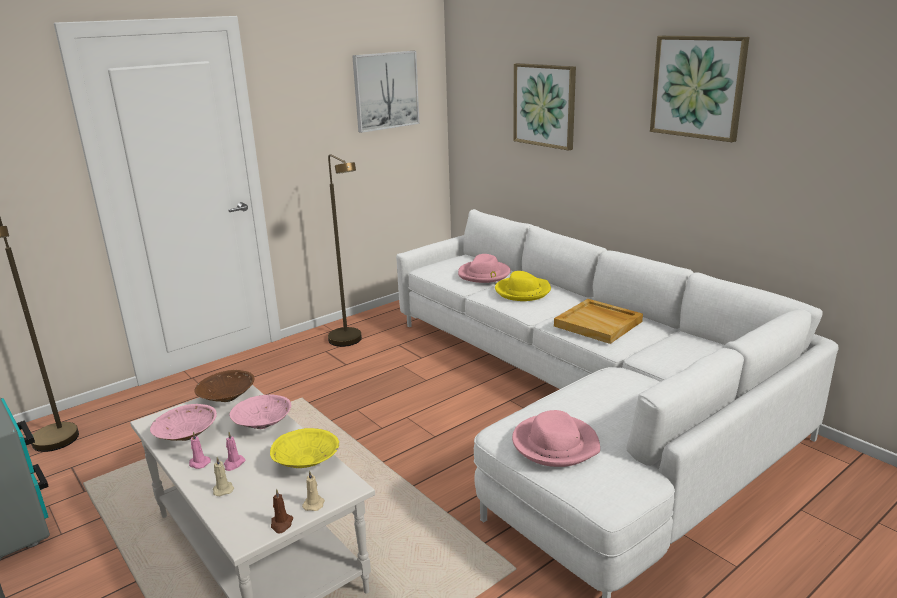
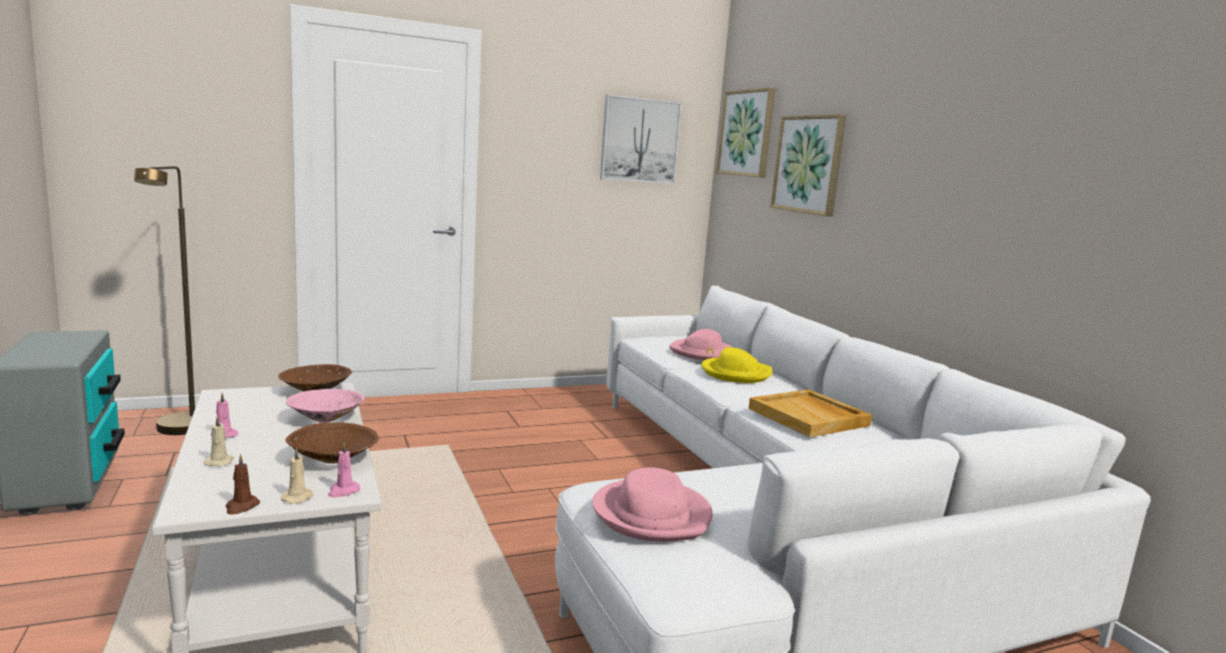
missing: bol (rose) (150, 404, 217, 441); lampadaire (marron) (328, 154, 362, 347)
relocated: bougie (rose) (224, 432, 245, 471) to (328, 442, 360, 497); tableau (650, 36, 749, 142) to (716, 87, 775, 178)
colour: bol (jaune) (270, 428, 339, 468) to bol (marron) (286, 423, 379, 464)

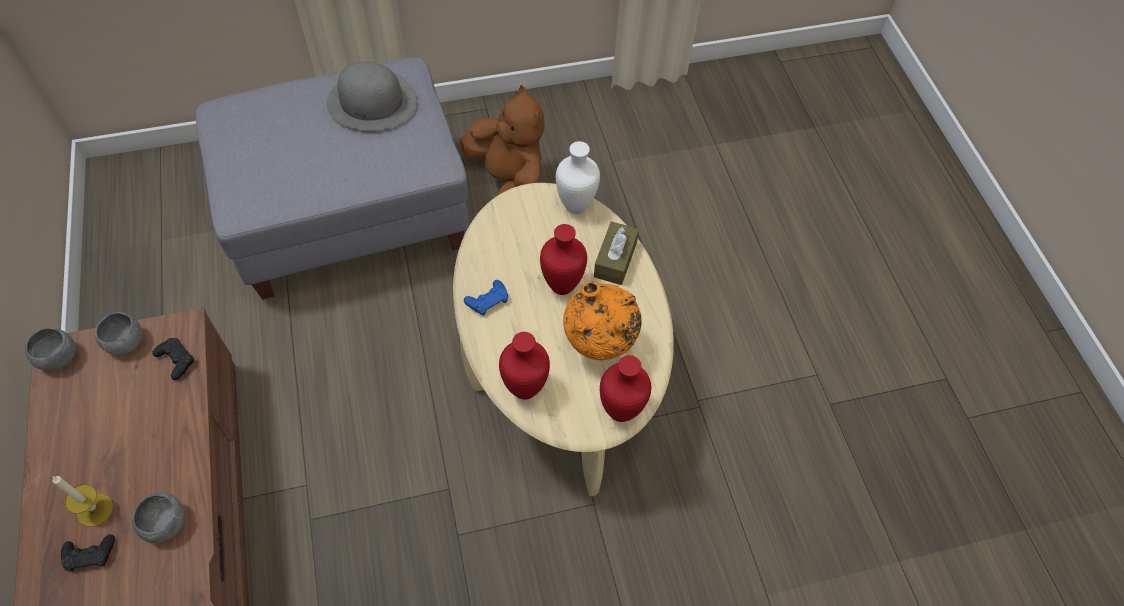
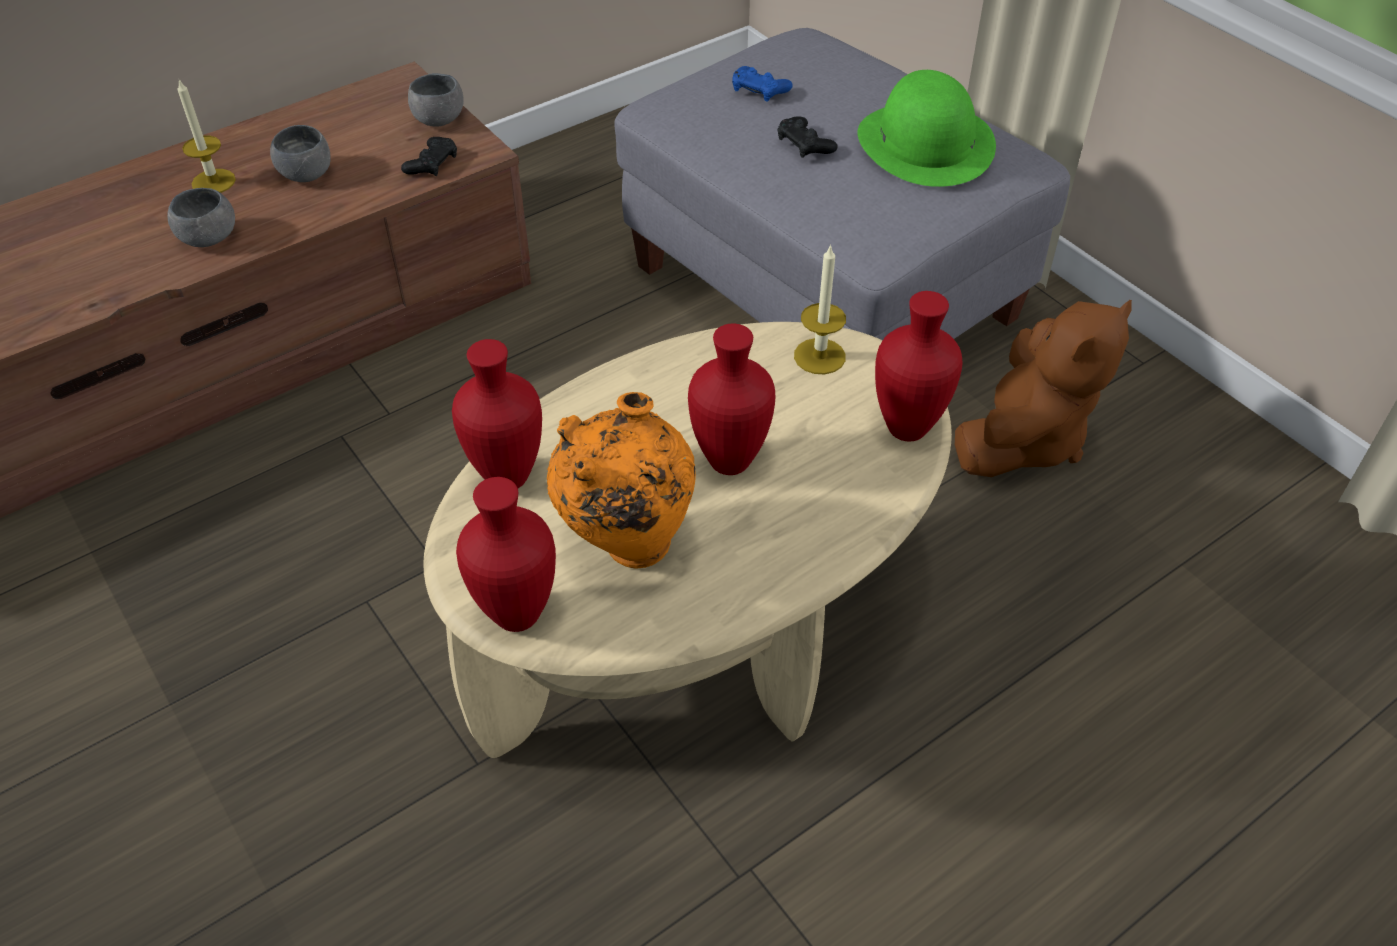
missing: boîte à mouchoirs (marron) (594, 221, 639, 285)
appeared: bougie (794, 244, 846, 374)
relocated: bol (gris) (25, 328, 76, 371) to (270, 125, 331, 182); manette (bleu) (464, 280, 508, 316) to (732, 66, 793, 102); manette (noir) (61, 534, 115, 572) to (778, 116, 838, 158)
colour: chapeau (gris) (327, 61, 417, 130) to chapeau (vert) (858, 70, 996, 187); vase (blanc) (556, 141, 600, 214) to vase (rouge) (875, 291, 963, 442)

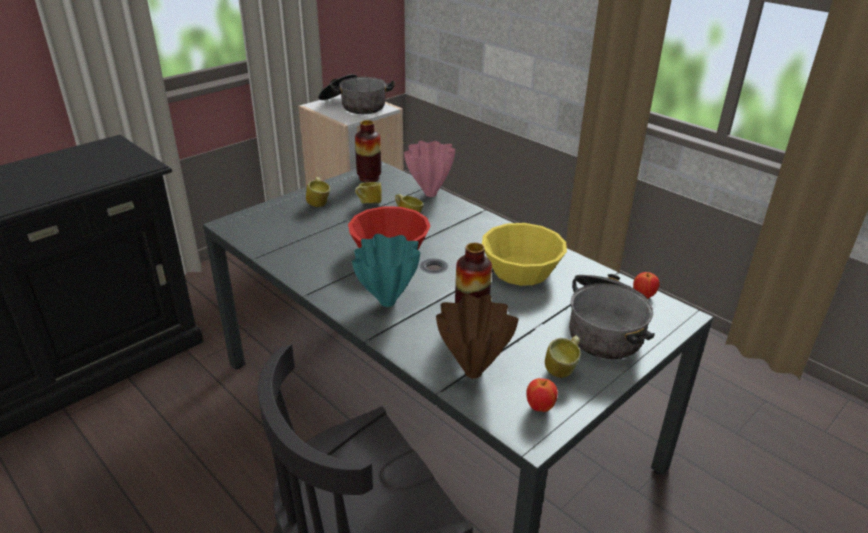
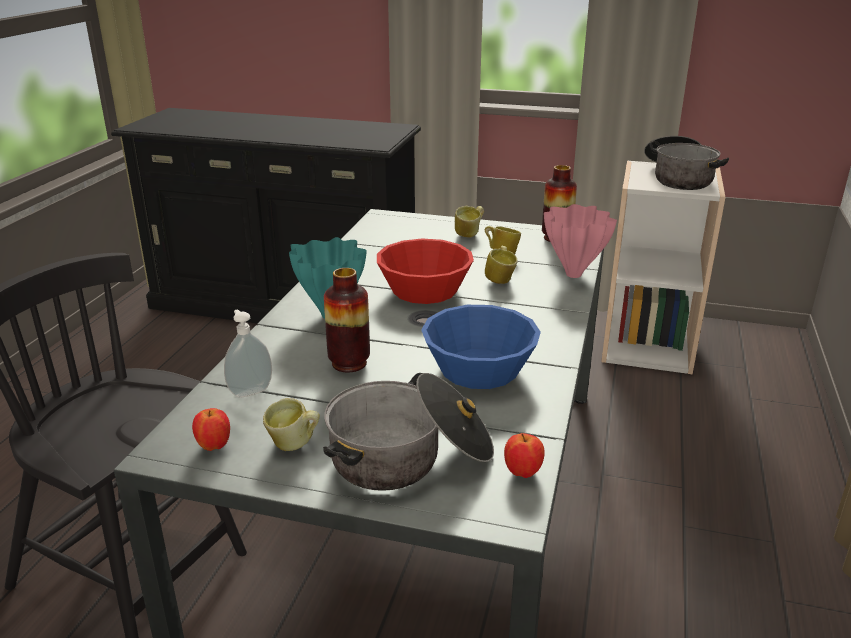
exchanged: vase (marron) (436, 294, 519, 378) to distributeur de savon (224, 309, 272, 398)
colour: bol (jaune) (482, 223, 567, 286) to bol (bleu) (421, 305, 541, 389)

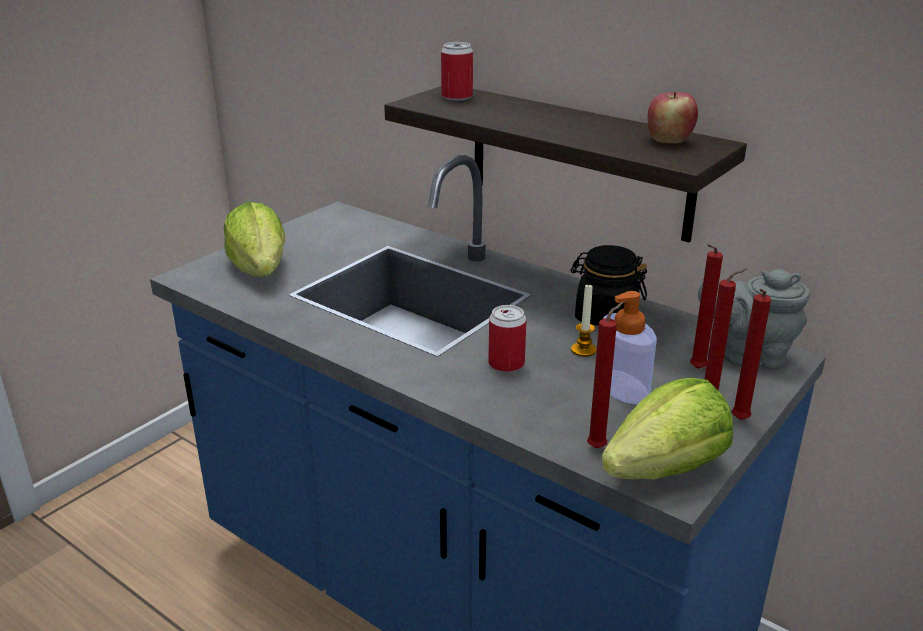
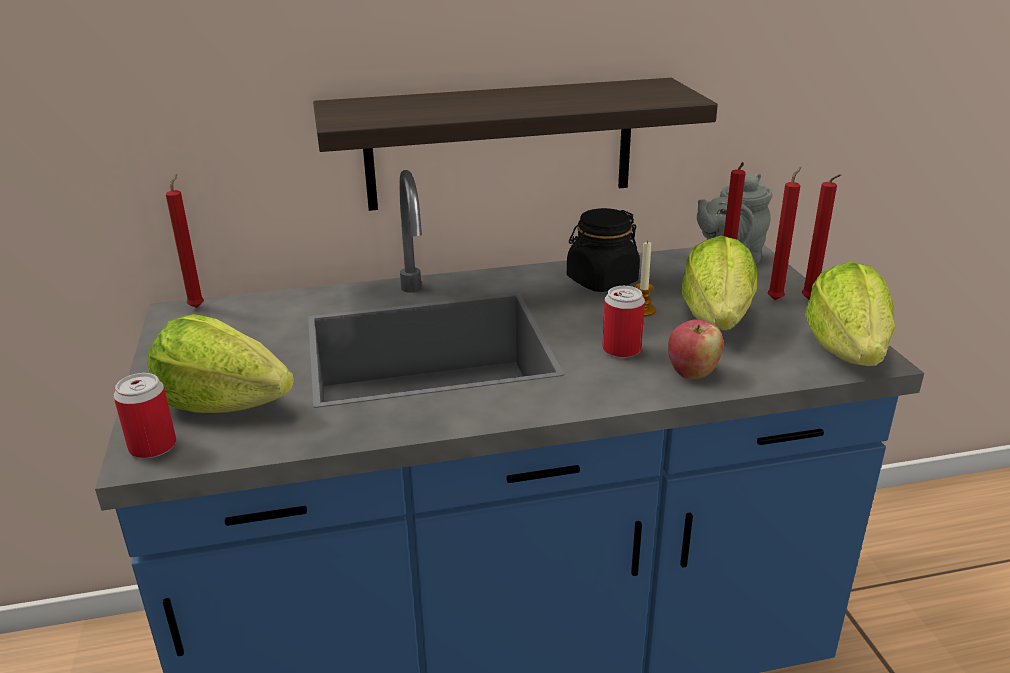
relocated: boîte métallique (441, 42, 473, 101) to (114, 373, 176, 458); bougie (rouge) (587, 302, 623, 448) to (166, 174, 204, 308); pomme (648, 92, 698, 143) to (668, 319, 723, 380)
exchanged: distributeur de savon (603, 291, 657, 404) to laitue (681, 236, 758, 330)

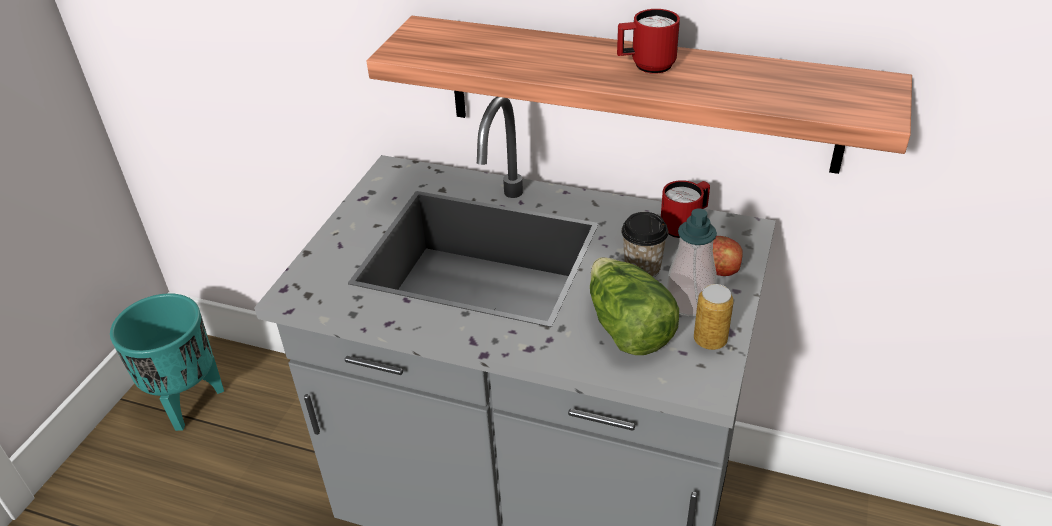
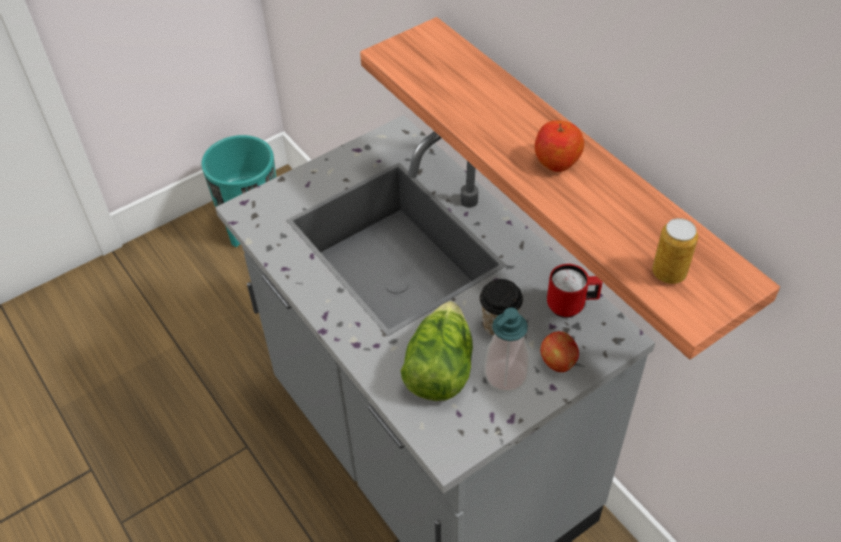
relocated: boîte métallique (694, 284, 734, 350) to (652, 218, 698, 284)
exchanged: mug (rouge) (617, 9, 680, 74) to pomme (535, 120, 584, 172)

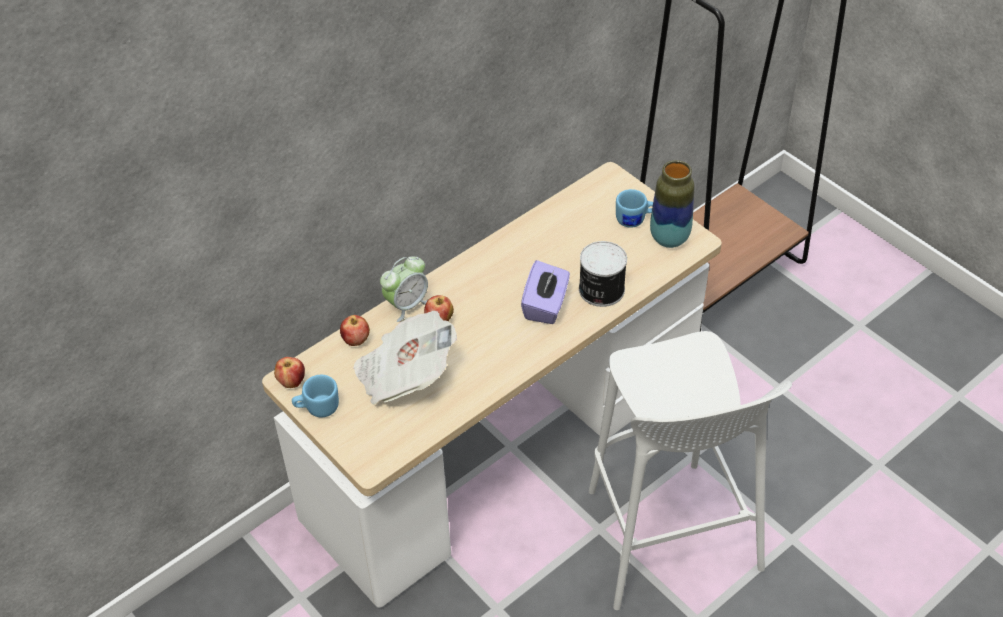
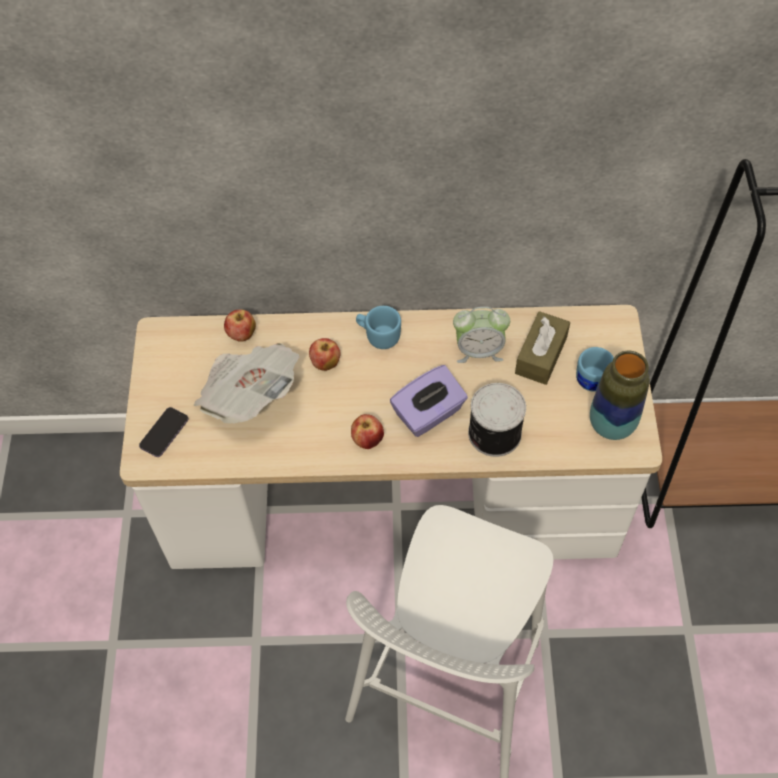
appeared: téléphone (139, 407, 189, 457); boîte à mouchoirs (marron) (515, 311, 570, 385)
relocated: pomme (274, 357, 305, 388) to (351, 414, 384, 449); mug (bleu) (292, 375, 339, 417) to (356, 306, 401, 349); réveil (380, 256, 428, 322) to (453, 307, 510, 363)

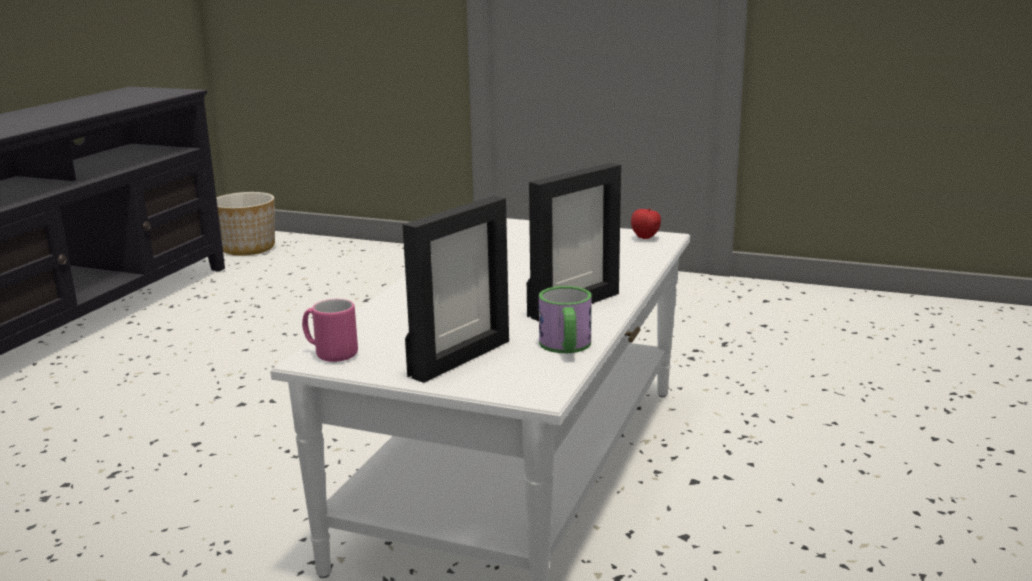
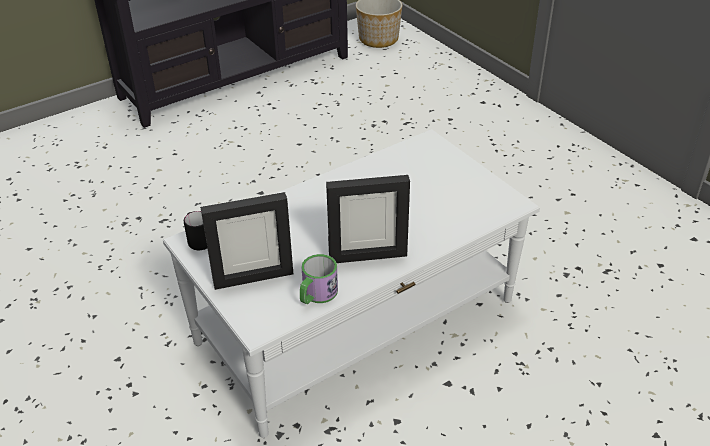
missing: pomme (631, 208, 661, 239)
colour: mug (rose) (302, 299, 358, 362) to mug (noir) (184, 211, 207, 250)

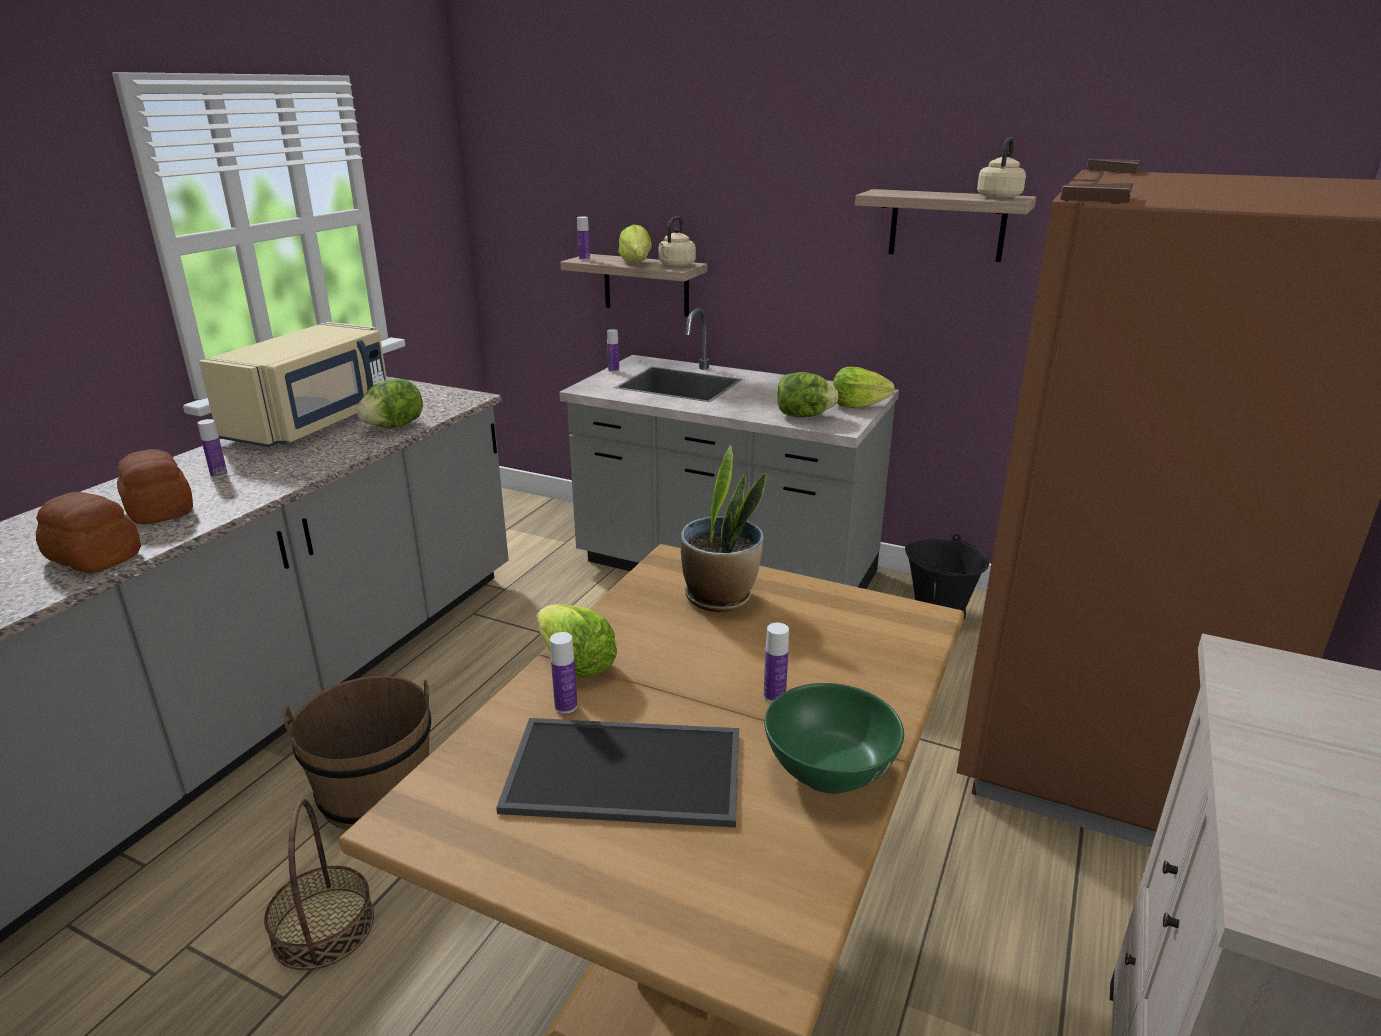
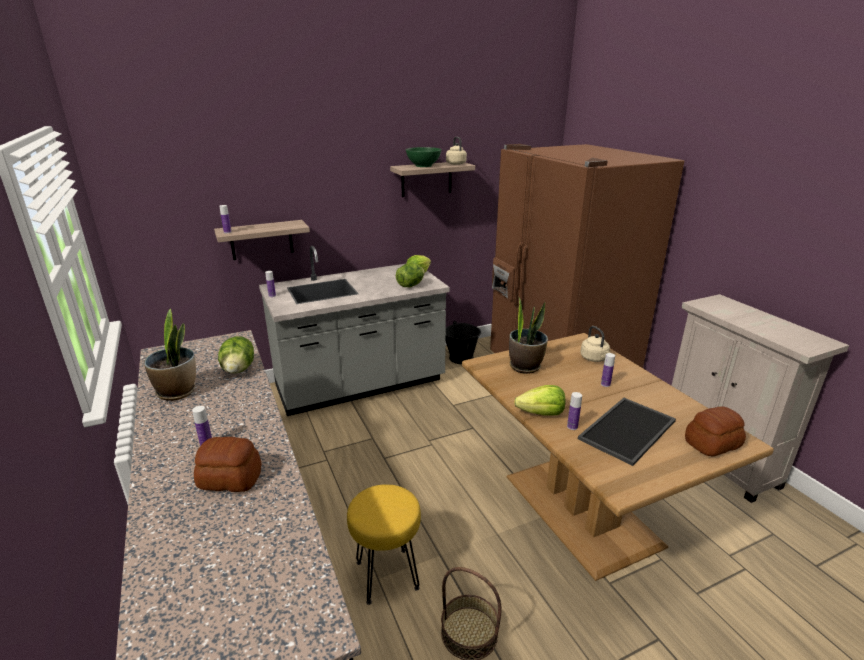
missing: laitue (618, 224, 652, 263)
relocated: bol (vert) (764, 683, 904, 794) to (406, 147, 441, 167); bouilloire (beige) (659, 217, 696, 267) to (580, 326, 610, 362); pain (36, 492, 141, 573) to (685, 407, 746, 457)
exchanged: micro-ondes (beige) (199, 322, 387, 447) to plante en pot (144, 308, 196, 401); seau (marron) (283, 676, 431, 830) to tabouret (jaune) (347, 484, 421, 605)

